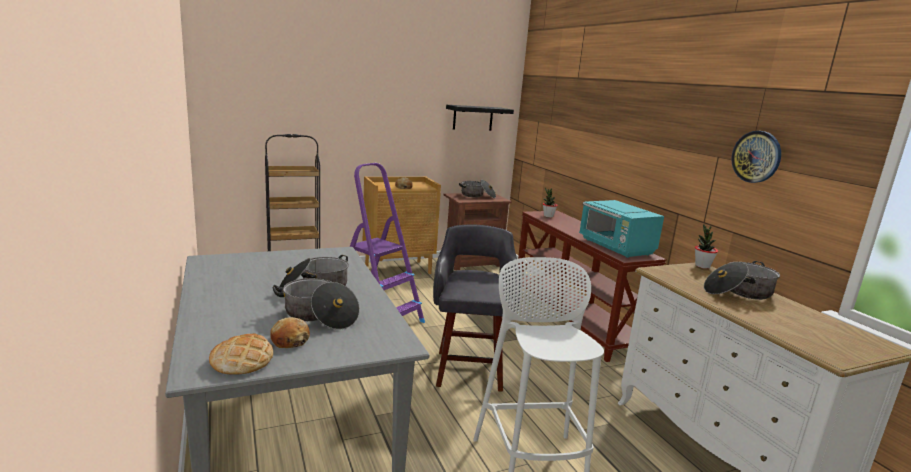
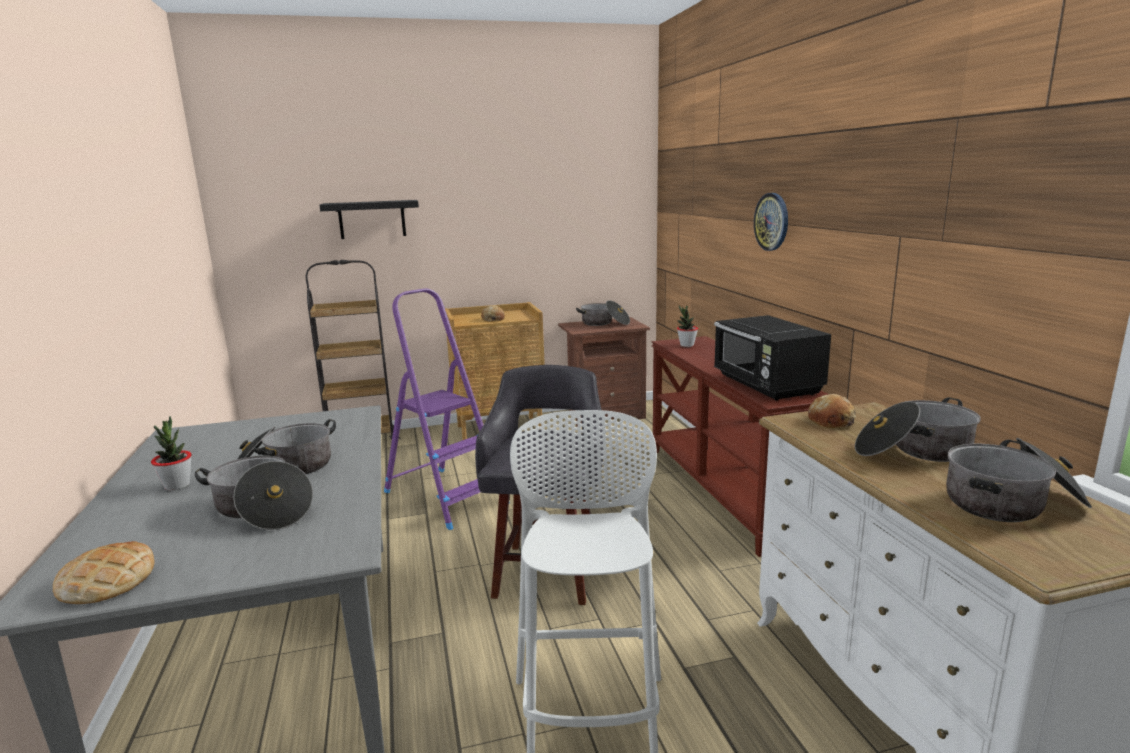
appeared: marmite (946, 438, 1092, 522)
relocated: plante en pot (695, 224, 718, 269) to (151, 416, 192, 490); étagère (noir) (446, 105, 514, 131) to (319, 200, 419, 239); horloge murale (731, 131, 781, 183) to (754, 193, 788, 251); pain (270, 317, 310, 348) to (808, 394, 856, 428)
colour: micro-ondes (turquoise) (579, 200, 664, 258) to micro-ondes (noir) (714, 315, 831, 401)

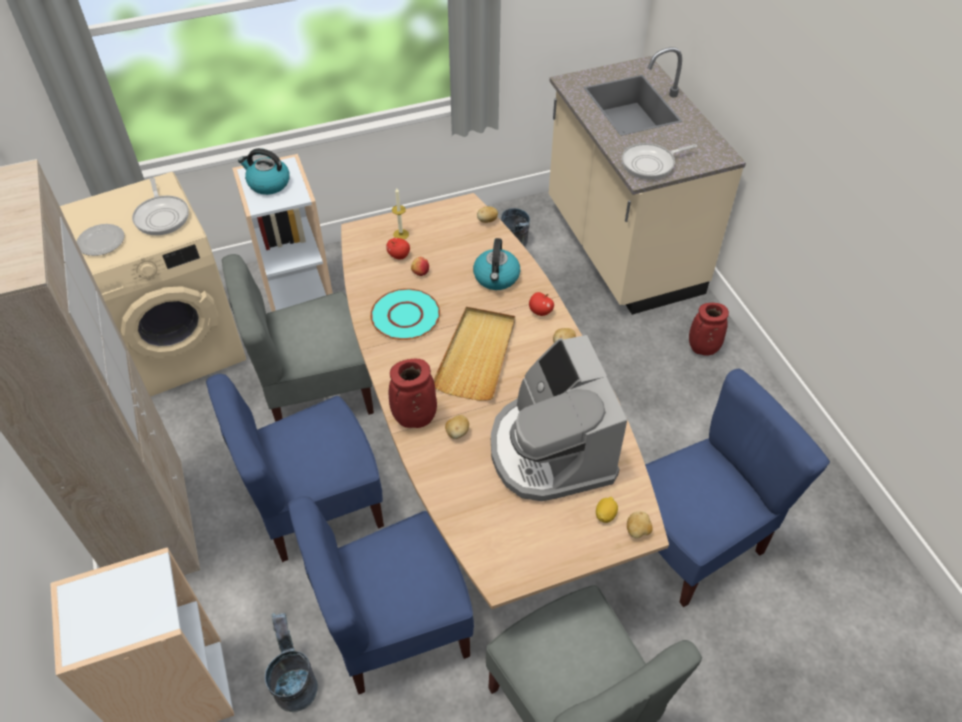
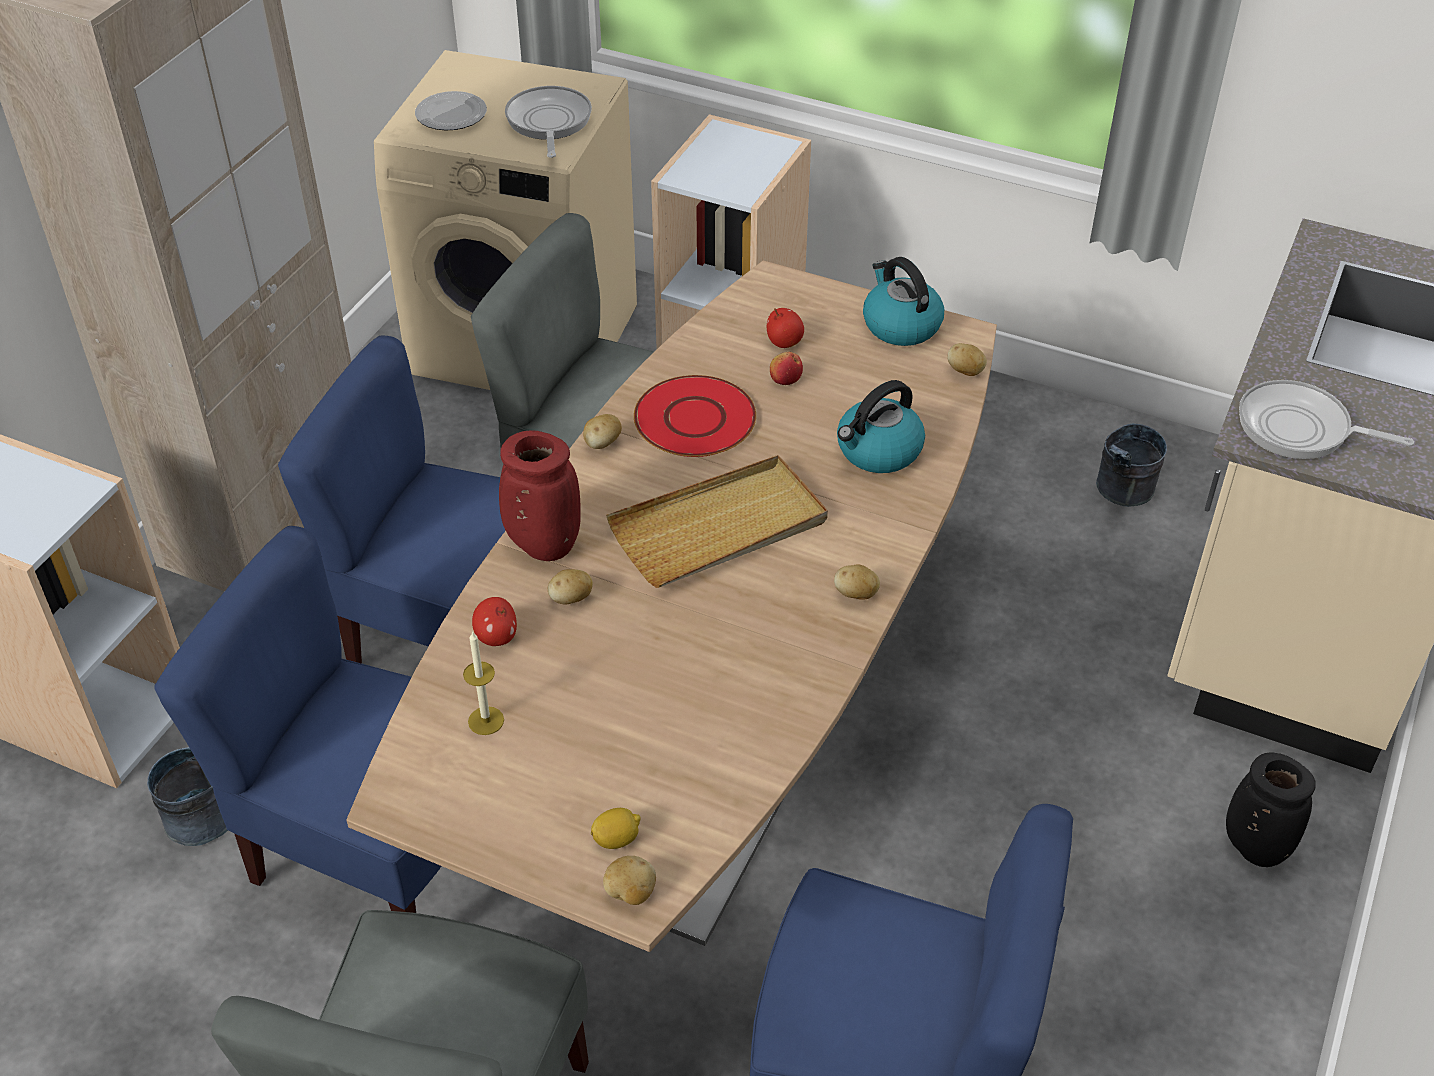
missing: machine à café (491, 335, 627, 501)
appeared: pomme de terre (583, 414, 622, 449)
relocated: bougie (392, 188, 409, 240) to (463, 631, 504, 735); pomme (529, 292, 554, 316) to (472, 597, 517, 646); bouilloire (238, 148, 290, 195) to (863, 257, 944, 346)
colour: assiette (turquoise) (370, 288, 440, 340) to assiette (rouge) (634, 375, 756, 457); vase (rouge) (689, 303, 729, 356) to vase (noir) (1226, 753, 1316, 867)
spun: poêle (132, 178, 189, 236) = (505, 86, 592, 158) 150 degrees clockwise

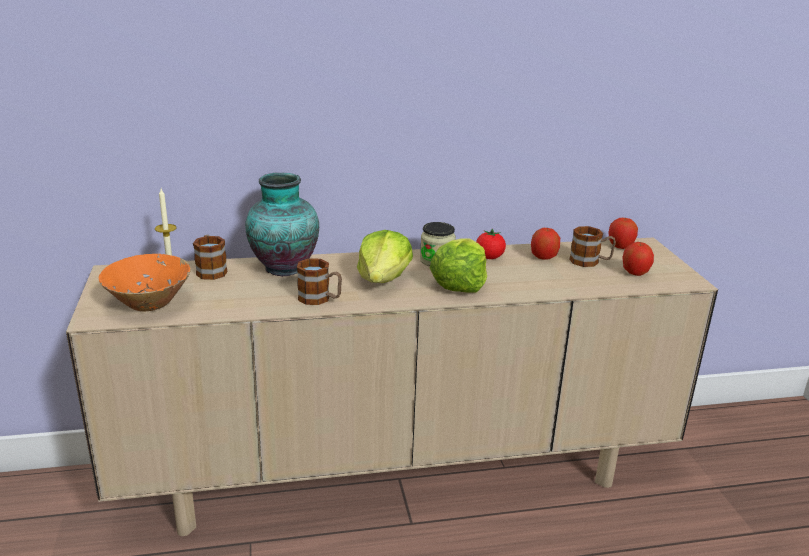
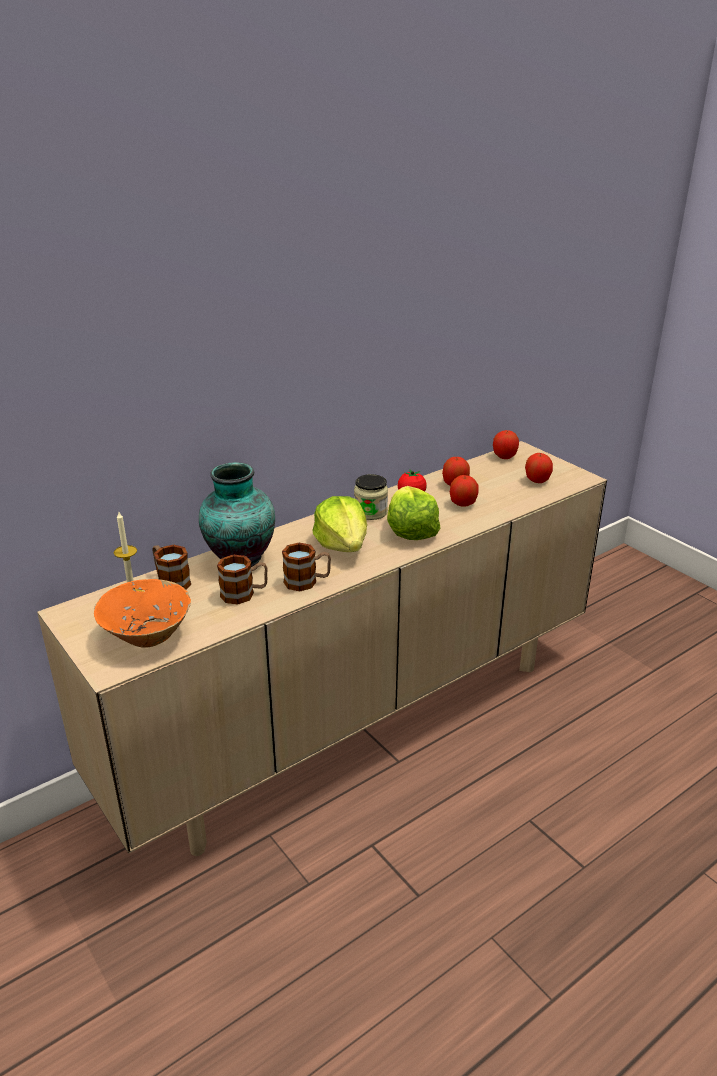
appeared: pomme (450, 475, 478, 506)
relocated: mug (569, 226, 616, 267) to (217, 555, 268, 605)

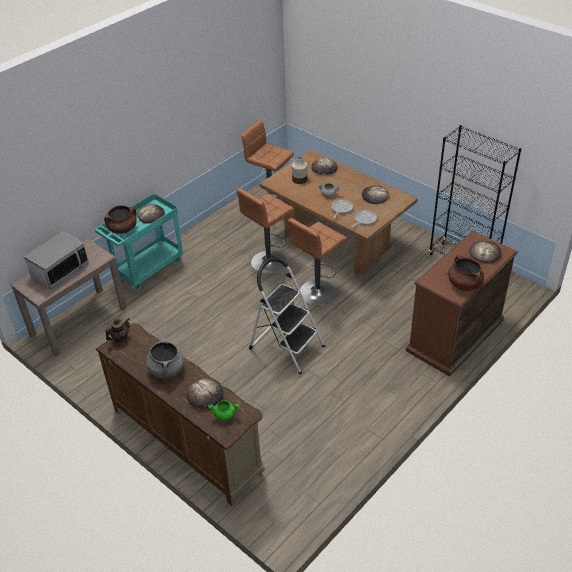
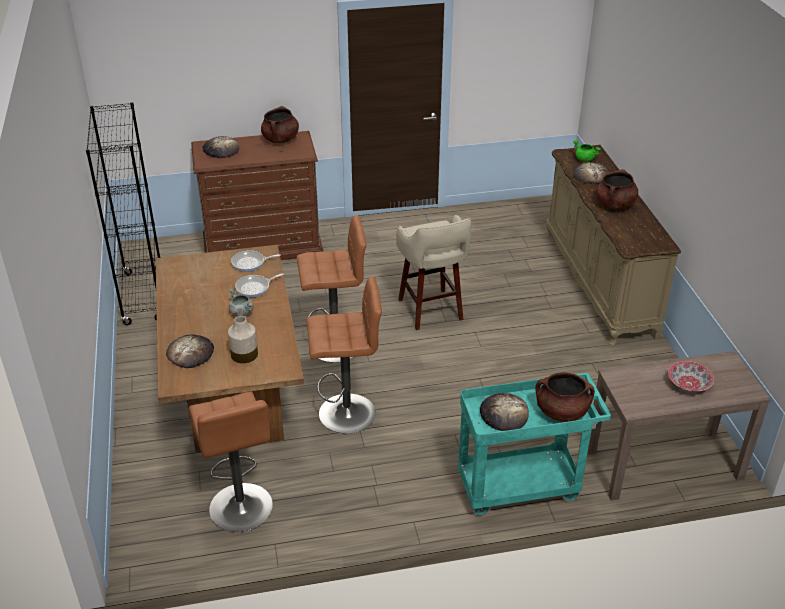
missing: théière (105, 318, 130, 343); pain (362, 185, 389, 204)
exchanged: escabeau (249, 258, 325, 374) to tabouret (beige) (396, 214, 471, 330); micro-ondes (24, 231, 89, 289) to bol (668, 361, 714, 392)
colour: marmite (gris) (146, 337, 184, 378) to marmite (marron) (596, 169, 638, 209)

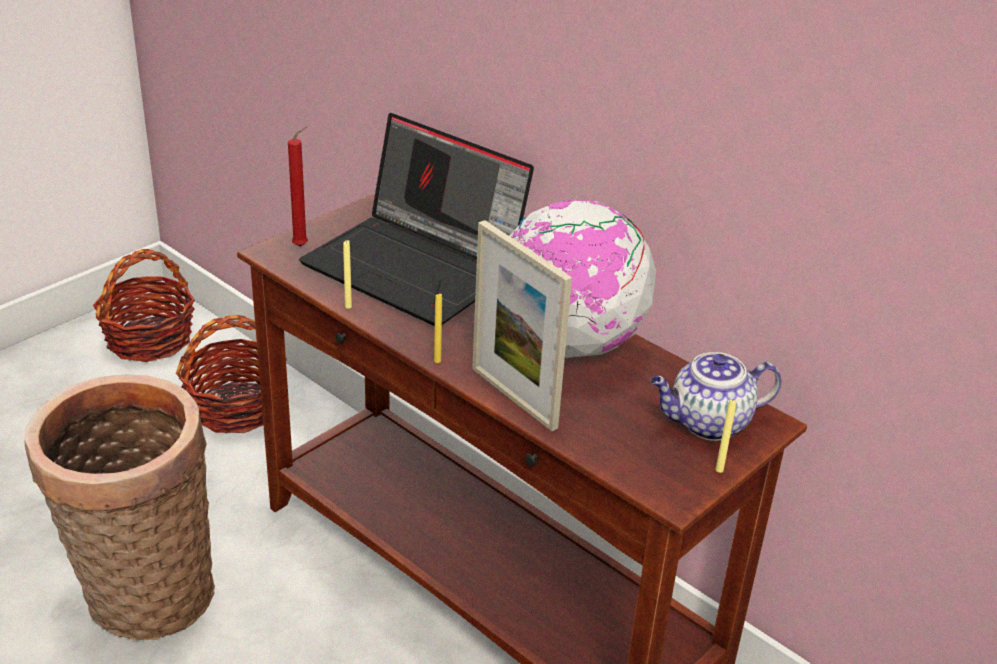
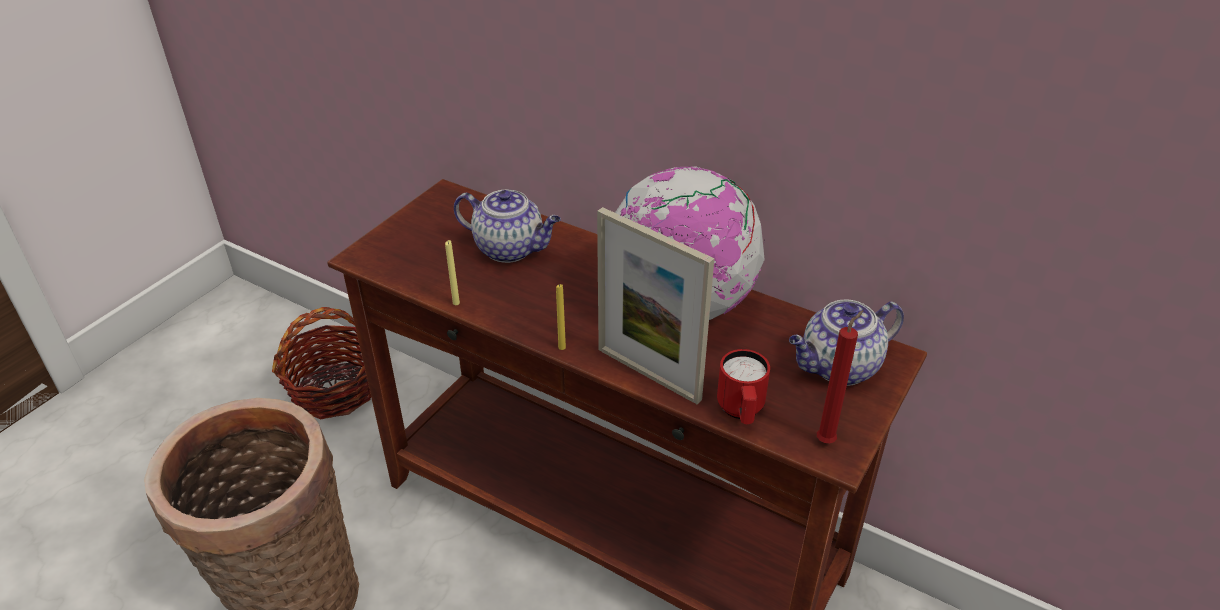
missing: panier (93, 249, 195, 362); bougie (jaune) (716, 399, 736, 473)
appeared: mug (rouge) (717, 349, 770, 424)
relocated: bougie (rouge) (288, 126, 308, 247) to (817, 310, 863, 443)
exchanged: ordinateur portable (299, 113, 534, 326) to théière (454, 190, 561, 263)

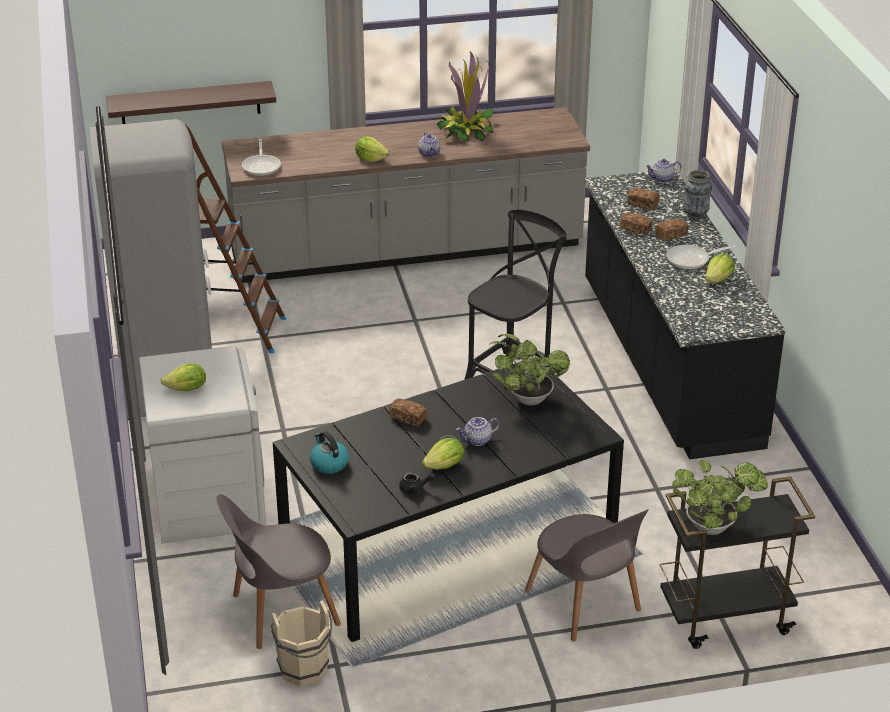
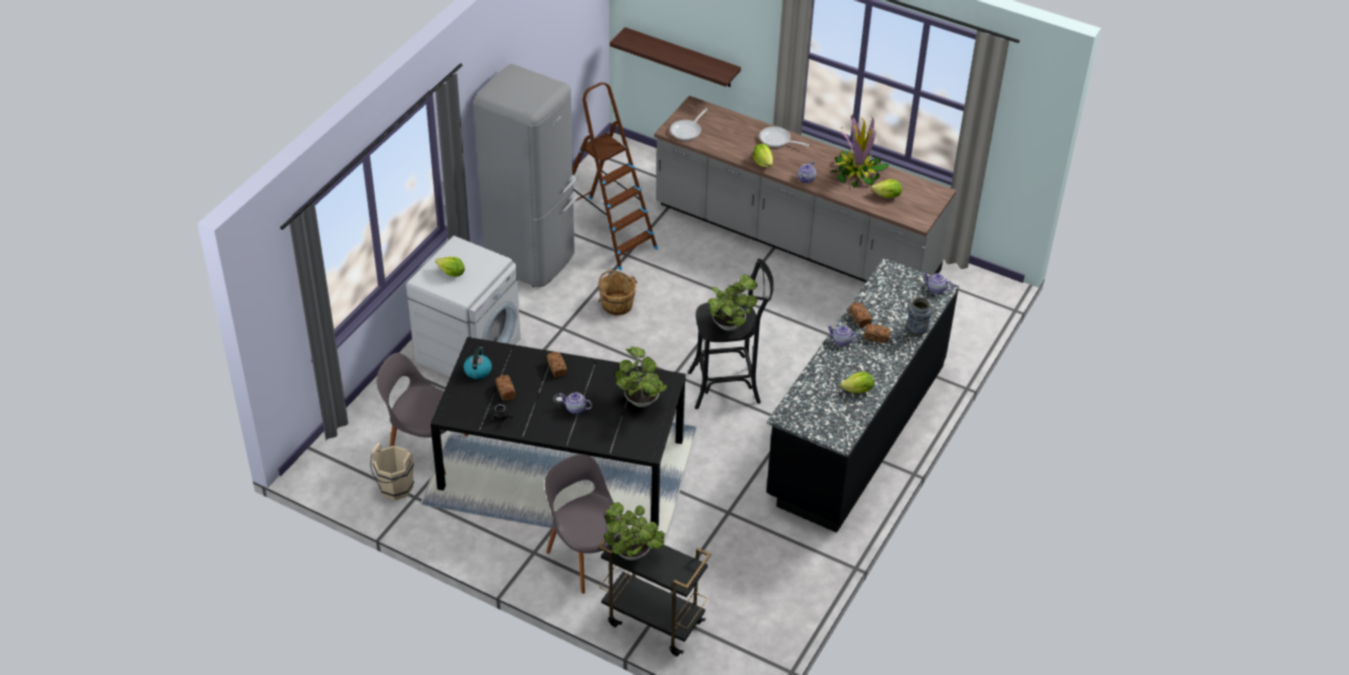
appeared: seau (marron) (598, 270, 637, 316); plante en pot (708, 275, 757, 331); théière (827, 325, 859, 346)
relocated: pain (627, 188, 659, 210) to (495, 375, 516, 401); poêle (666, 245, 736, 269) to (759, 126, 809, 147); laitue (422, 438, 464, 470) to (871, 179, 902, 198)
spun: chaise (gris) (525, 509, 649, 641) = (545, 454, 620, 594) 135 degrees clockwise

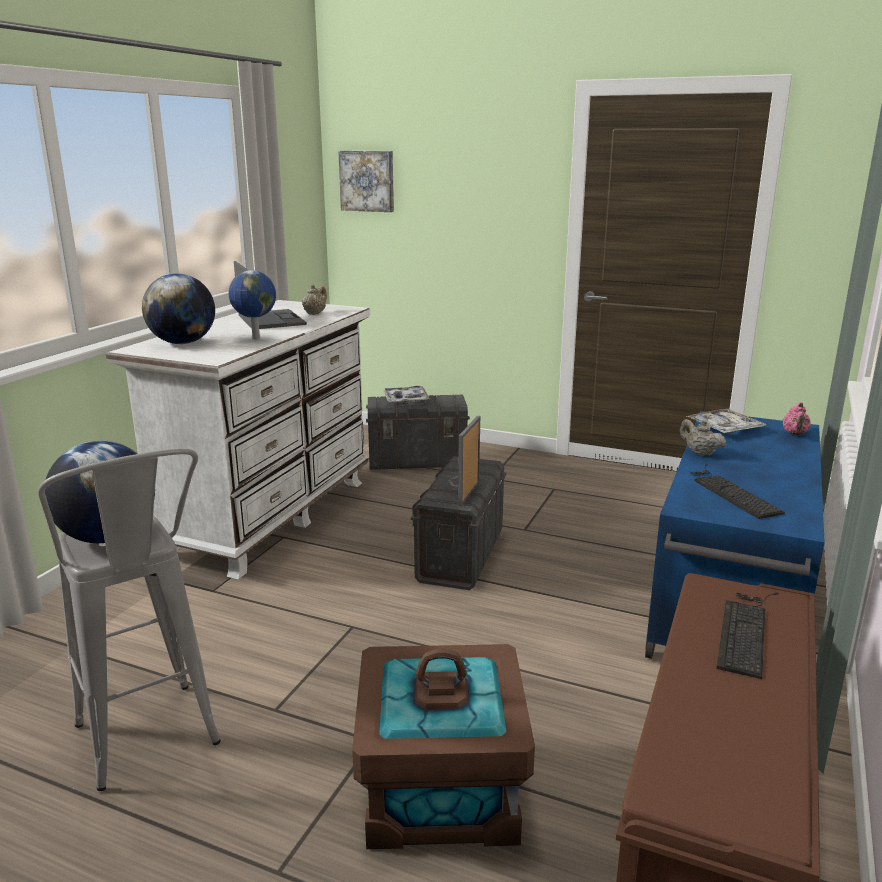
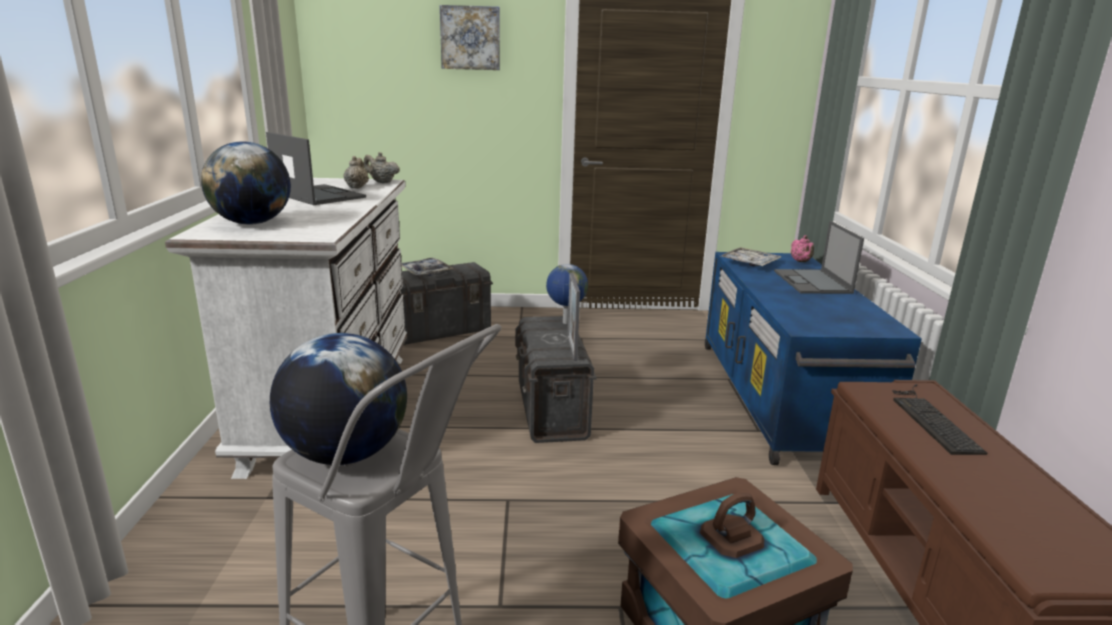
missing: clavier (690, 464, 785, 519)
appeared: ordinateur portable (774, 221, 864, 294)
relocated: théière (beige) (680, 419, 726, 456) to (364, 152, 400, 183); tableau (338, 151, 394, 212) to (440, 5, 500, 70); globe (229, 270, 276, 339) to (546, 264, 588, 324)

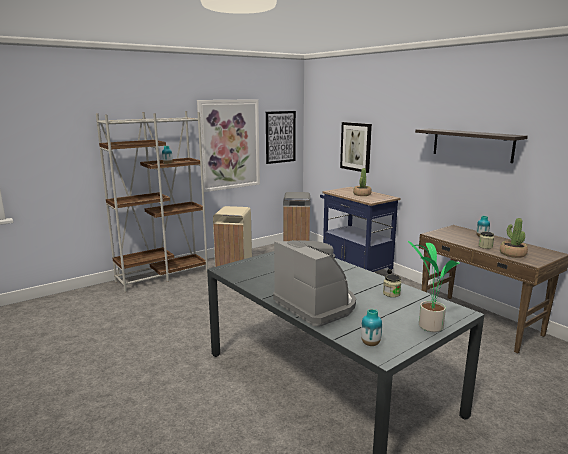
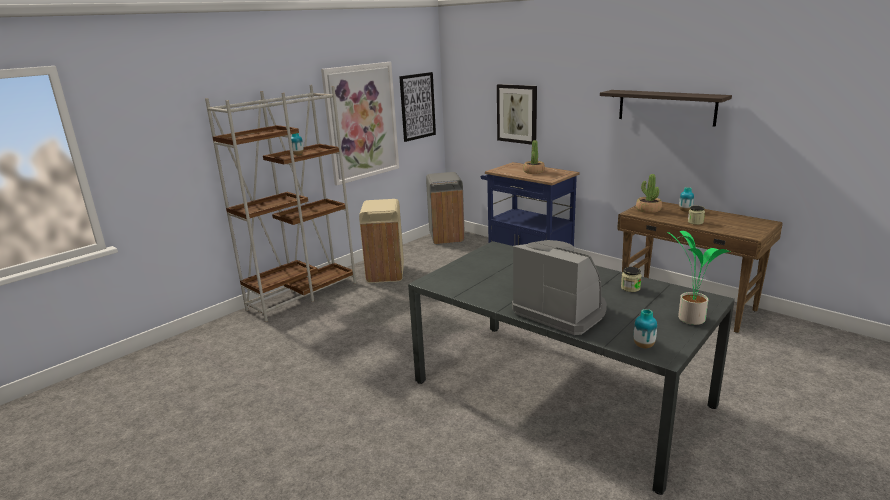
relocated: plante en pot (500, 218, 528, 258) to (636, 174, 662, 213)

